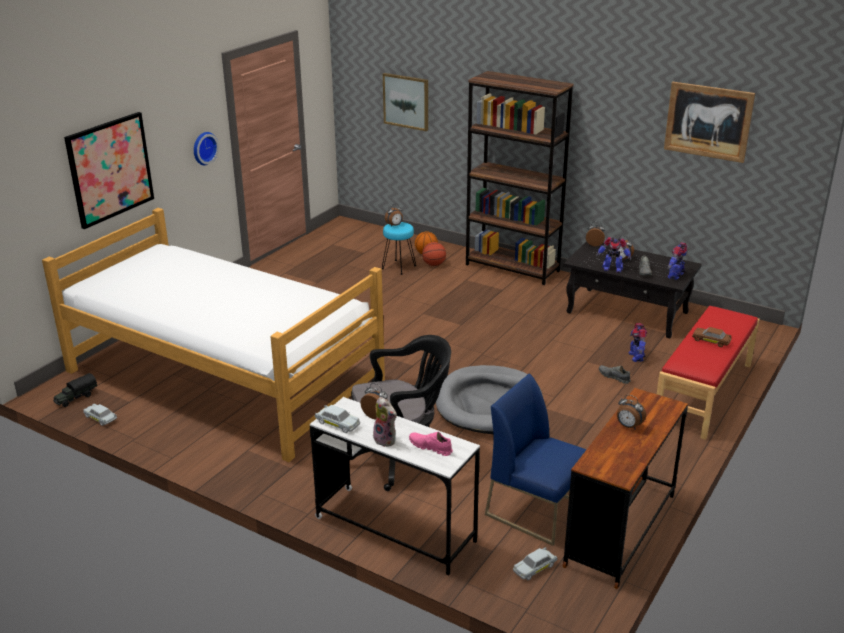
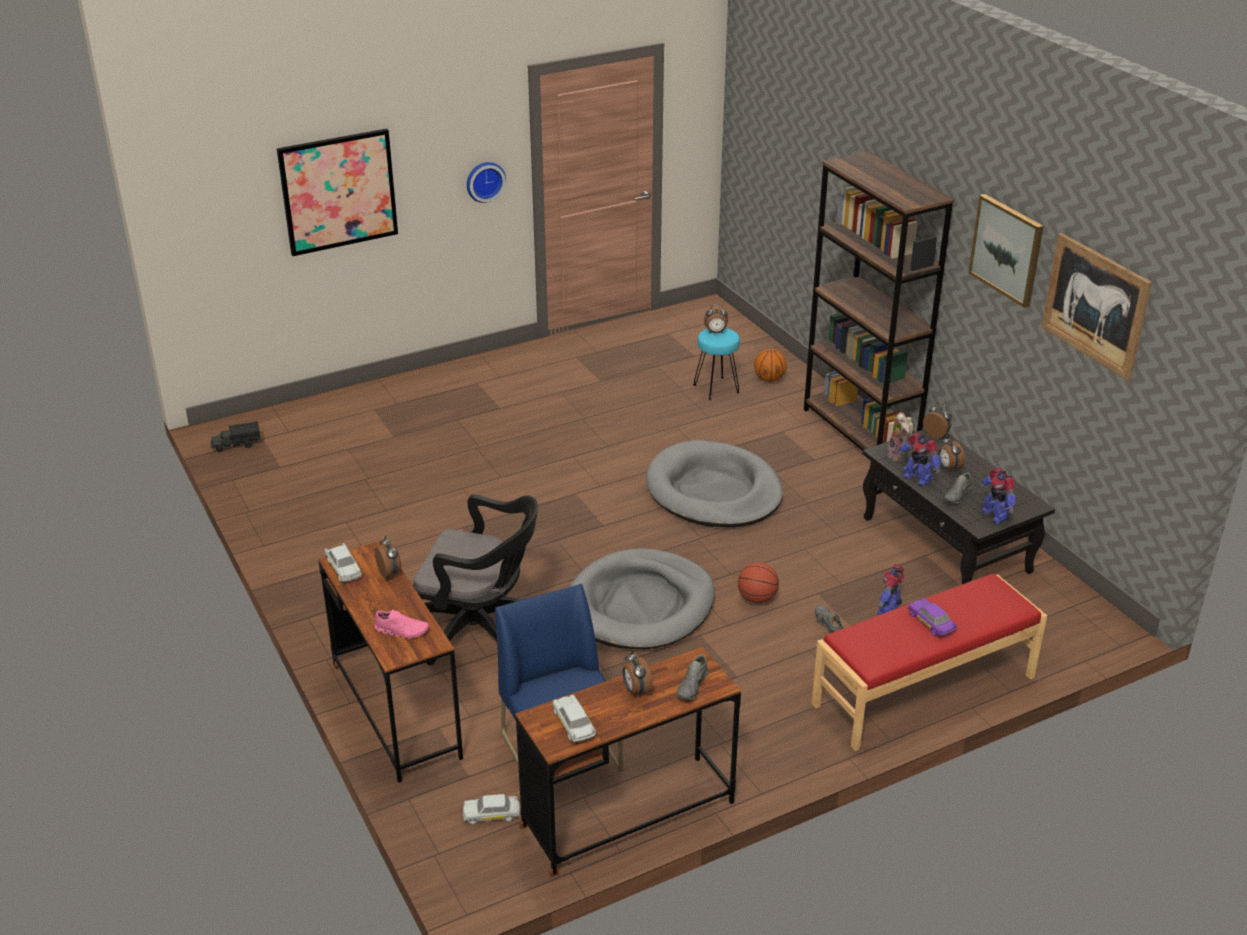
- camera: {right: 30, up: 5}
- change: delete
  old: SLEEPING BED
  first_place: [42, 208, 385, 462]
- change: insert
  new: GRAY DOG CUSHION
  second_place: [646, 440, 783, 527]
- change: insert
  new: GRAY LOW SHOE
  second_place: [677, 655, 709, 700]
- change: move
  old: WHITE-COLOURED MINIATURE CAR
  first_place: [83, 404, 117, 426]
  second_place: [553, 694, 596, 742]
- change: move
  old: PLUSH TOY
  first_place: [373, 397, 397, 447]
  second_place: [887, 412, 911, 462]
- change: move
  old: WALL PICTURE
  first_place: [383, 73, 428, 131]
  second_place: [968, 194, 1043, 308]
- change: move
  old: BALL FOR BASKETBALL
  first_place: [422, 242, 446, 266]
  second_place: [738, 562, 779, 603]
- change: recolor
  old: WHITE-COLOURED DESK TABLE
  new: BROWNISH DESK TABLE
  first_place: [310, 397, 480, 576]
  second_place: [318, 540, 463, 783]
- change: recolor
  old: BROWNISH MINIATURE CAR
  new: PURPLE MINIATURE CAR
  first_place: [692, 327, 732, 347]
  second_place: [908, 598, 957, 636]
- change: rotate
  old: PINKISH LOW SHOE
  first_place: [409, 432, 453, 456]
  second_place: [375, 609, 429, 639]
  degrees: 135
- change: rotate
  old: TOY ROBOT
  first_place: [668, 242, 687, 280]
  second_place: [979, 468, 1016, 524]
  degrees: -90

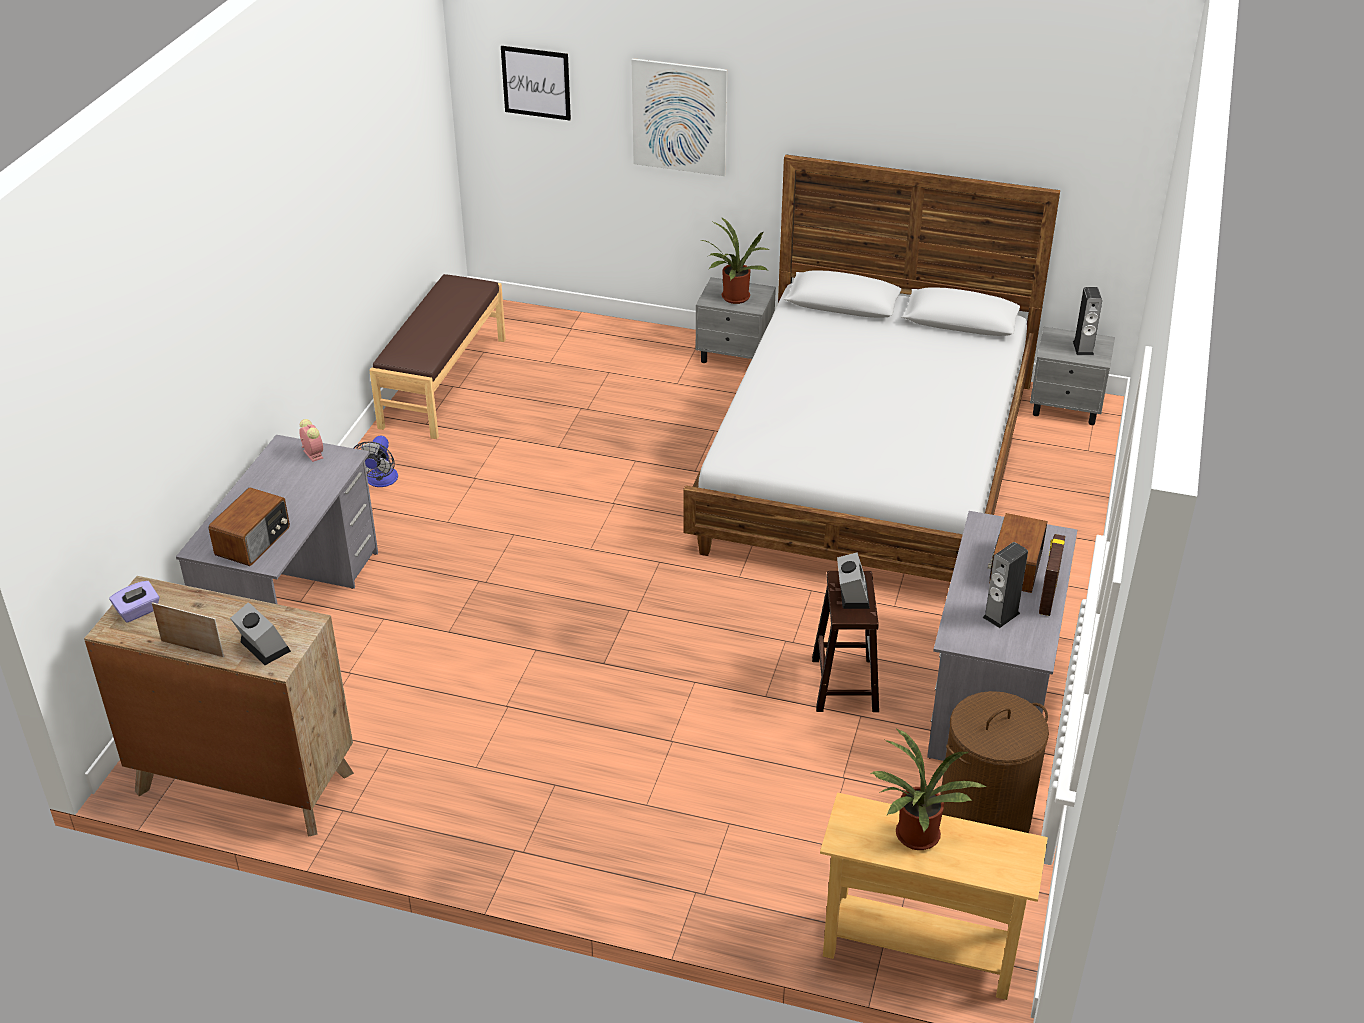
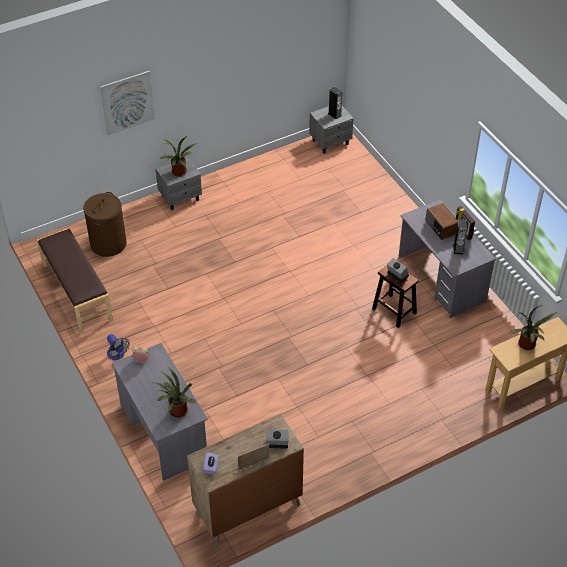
- camera: {right: -45, up: 10}
- change: delete
  old: WALL PICTURE
  first_place: [501, 46, 571, 120]
- change: delete
  old: SLEEPING BED
  first_place: [683, 154, 1060, 582]
- change: move
  old: BROWNISH HAMPER
  first_place: [940, 691, 1049, 833]
  second_place: [83, 192, 127, 257]
- change: replace
  old: RADIO SET
  new: HOUSEPLANT
  first_place: [209, 488, 290, 566]
  second_place: [153, 368, 197, 418]

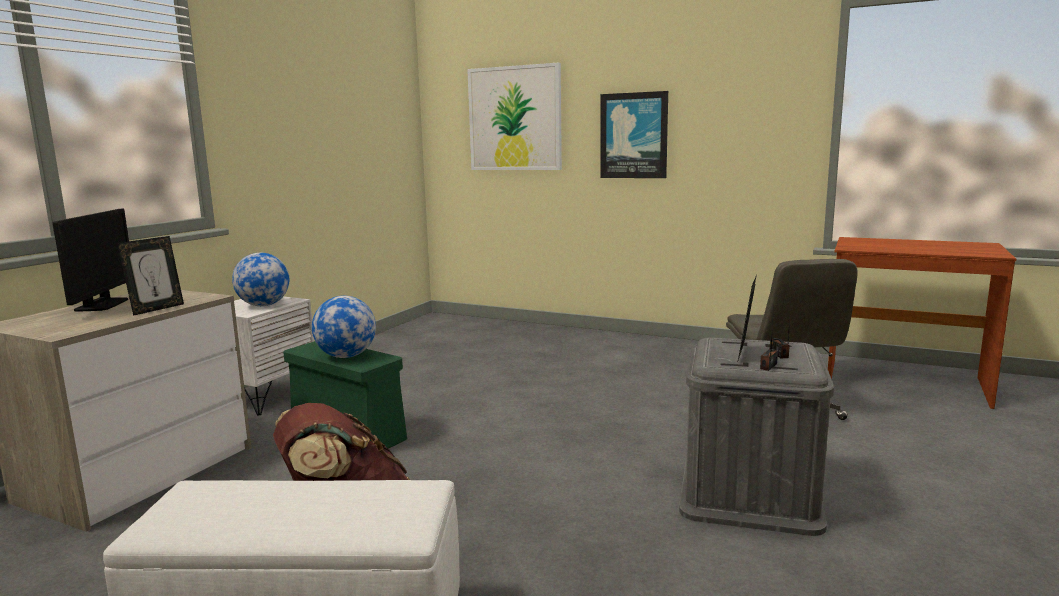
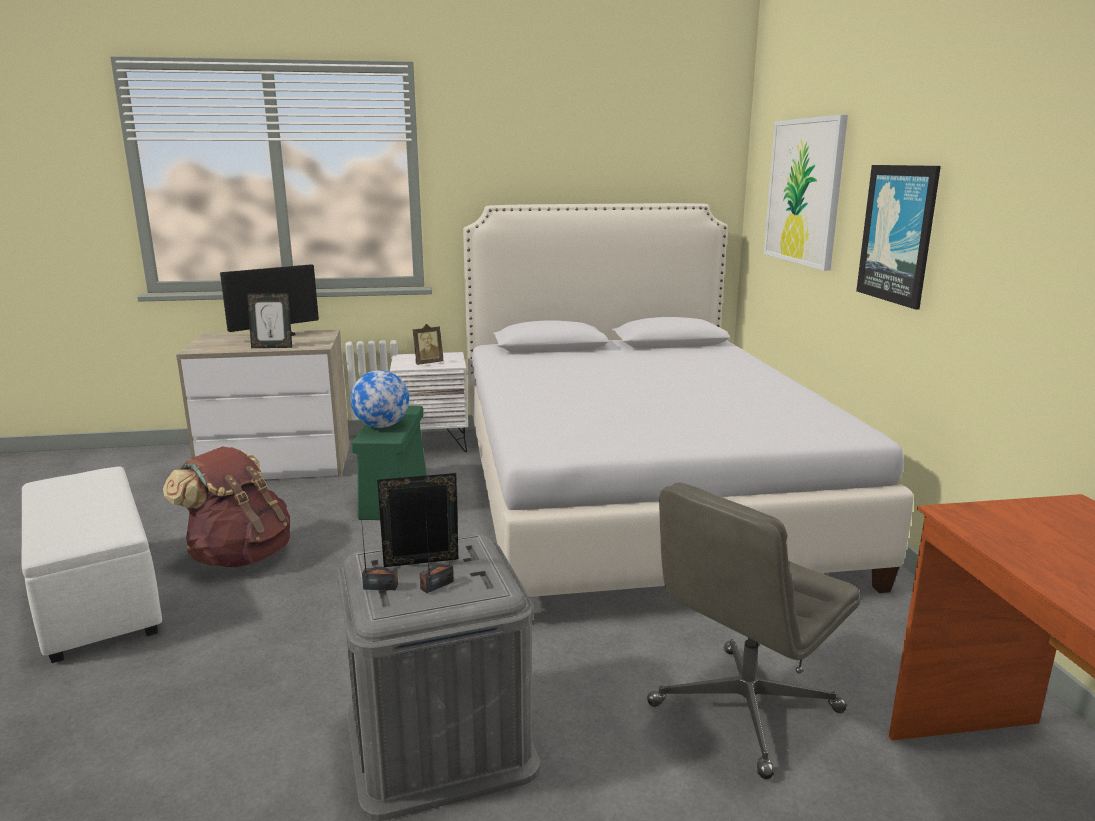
- camera: {right: 55, up: 5}
- change: insert
  new: WHITE-COLOURED SLEEPING BED
  second_place: [463, 203, 913, 598]
- change: replace
  old: WORLD GLOBE
  new: STANDING FRAME
  first_place: [232, 253, 289, 306]
  second_place: [413, 324, 444, 365]

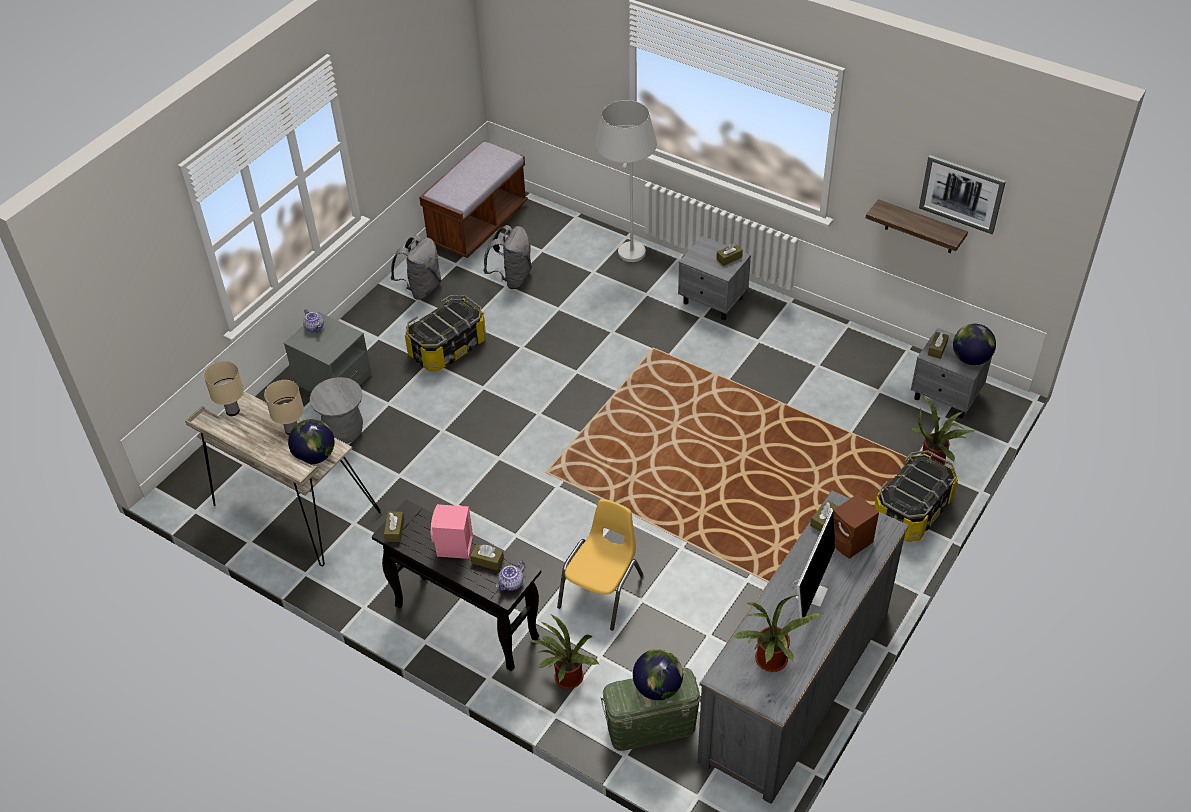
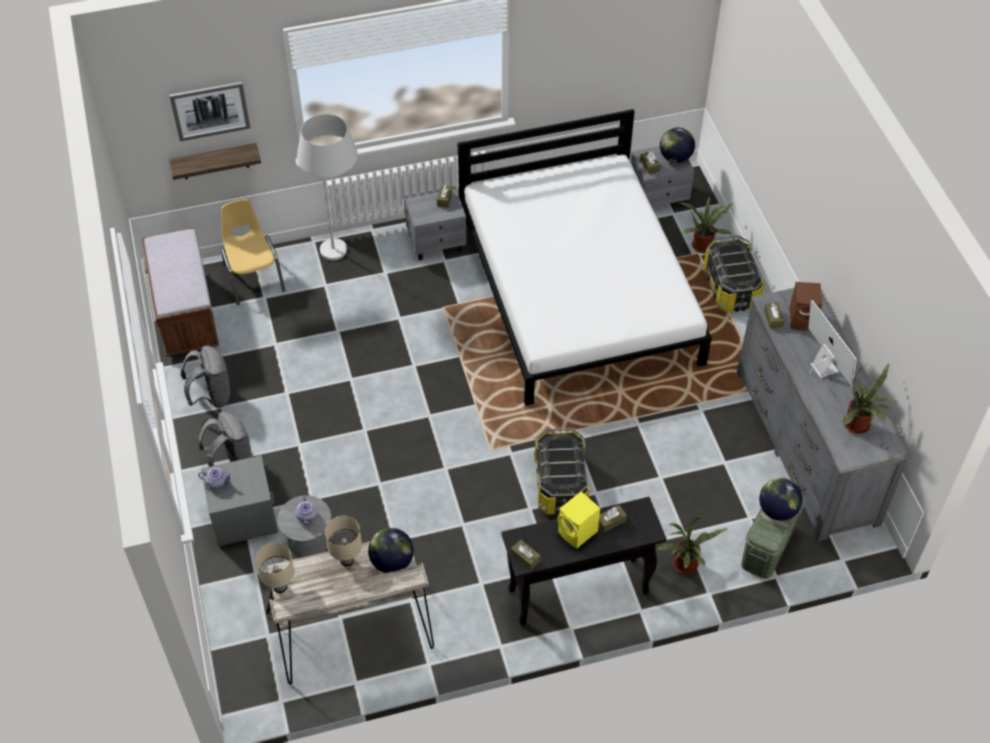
- camera: {right: -50, up: 5}
- change: insert
  new: WHITE-COLOURED SLEEPING BED
  second_place: [458, 109, 712, 405]
- change: move
  old: STORAGE BIN
  first_place: [405, 295, 486, 371]
  second_place: [535, 428, 589, 515]
- change: move
  old: GRAY BACKPACK
  first_place: [483, 225, 532, 289]
  second_place: [198, 411, 253, 467]
- change: move
  old: TEA POT
  first_place: [496, 561, 525, 591]
  second_place: [295, 495, 317, 525]
- change: move
  old: YELLOW UPRIGHT CHAIR
  first_place: [557, 499, 643, 631]
  second_place: [221, 199, 286, 305]
- change: move
  old: SHELF
  first_place: [866, 199, 968, 253]
  second_place: [169, 143, 261, 180]
- change: move
  old: WALL PICTURE
  first_place: [919, 155, 1006, 234]
  second_place: [169, 82, 250, 141]
- change: recolor
  old: PINKISH LOUDSPEAKER
  new: YELLOW LOUDSPEAKER
  first_place: [431, 504, 473, 559]
  second_place: [557, 491, 600, 548]

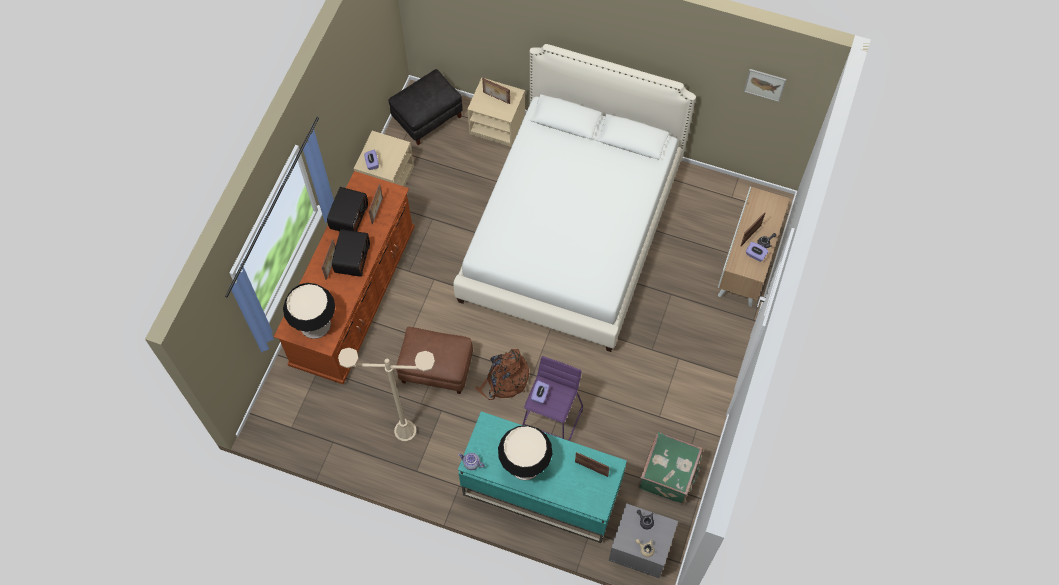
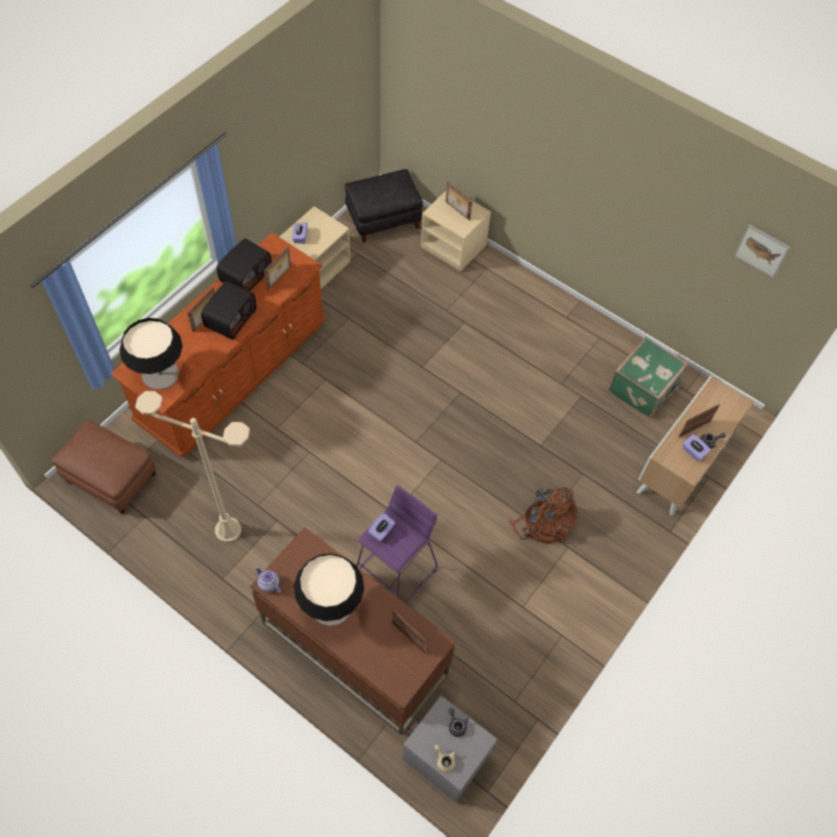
- camera: {right: 15, up: -5}
- change: delete
  old: WHITE-COLOURED SLEEPING BED
  first_place: [453, 44, 696, 352]
- change: move
  old: BROWNISH FOOTREST
  first_place: [396, 327, 473, 394]
  second_place: [52, 419, 156, 514]
- change: move
  old: BROWNISH BACKPACK
  first_place: [476, 349, 529, 400]
  second_place: [508, 487, 578, 544]
- change: move
  old: GREEN-COLOURED PIECE OF LUGGAGE
  first_place: [638, 432, 703, 504]
  second_place: [609, 337, 688, 418]
- change: recolor
  old: TURQUOISE-COLOURED DESK TABLE
  new: BROWNISH DESK TABLE
  first_place: [458, 411, 627, 543]
  second_place: [250, 527, 456, 735]

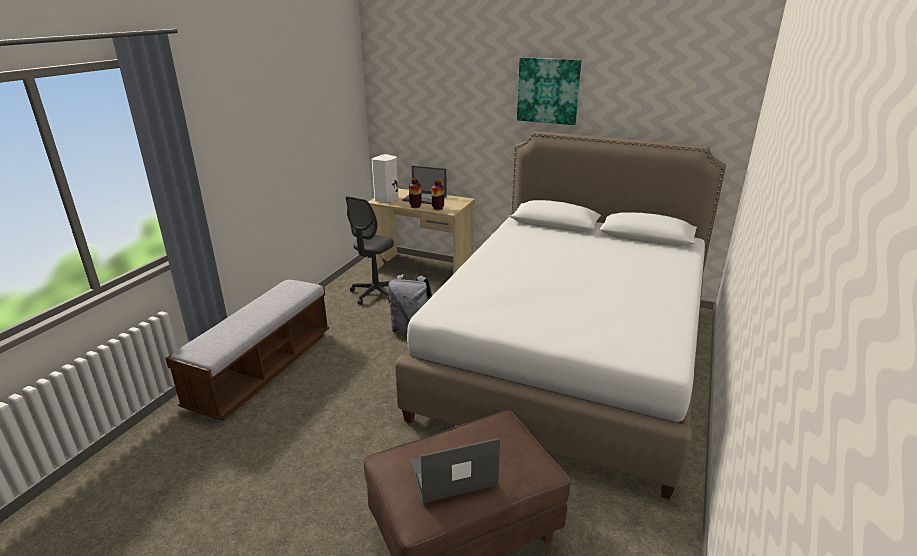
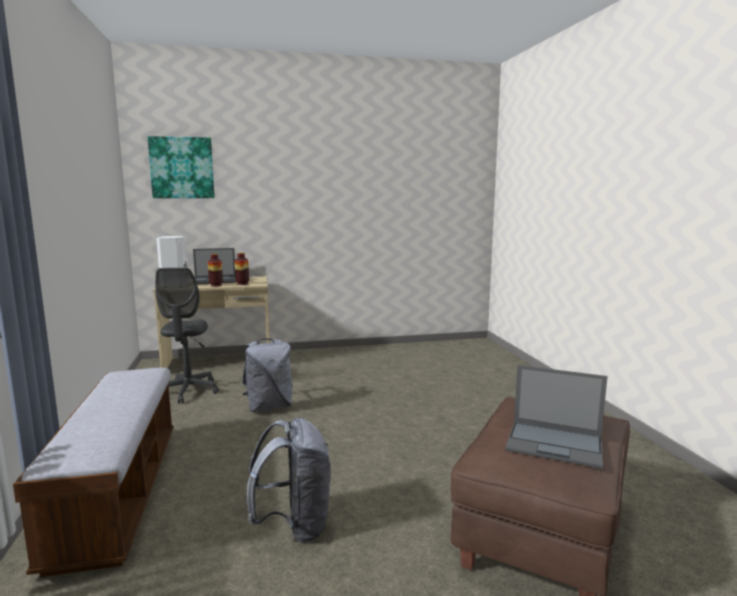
- camera: {right: -35, up: -15}
- change: delete
  old: WHITE-COLOURED SLEEPING BED
  first_place: [395, 131, 726, 500]
- change: insert
  new: GRAY BACKPACK
  second_place: [247, 417, 331, 543]
- change: move
  old: WALL PICTURE
  first_place: [517, 57, 582, 125]
  second_place: [147, 136, 215, 198]
- change: rotate
  old: PORTABLE COMPUTER
  first_place: [410, 438, 500, 503]
  second_place: [505, 365, 607, 469]
  degrees: -105

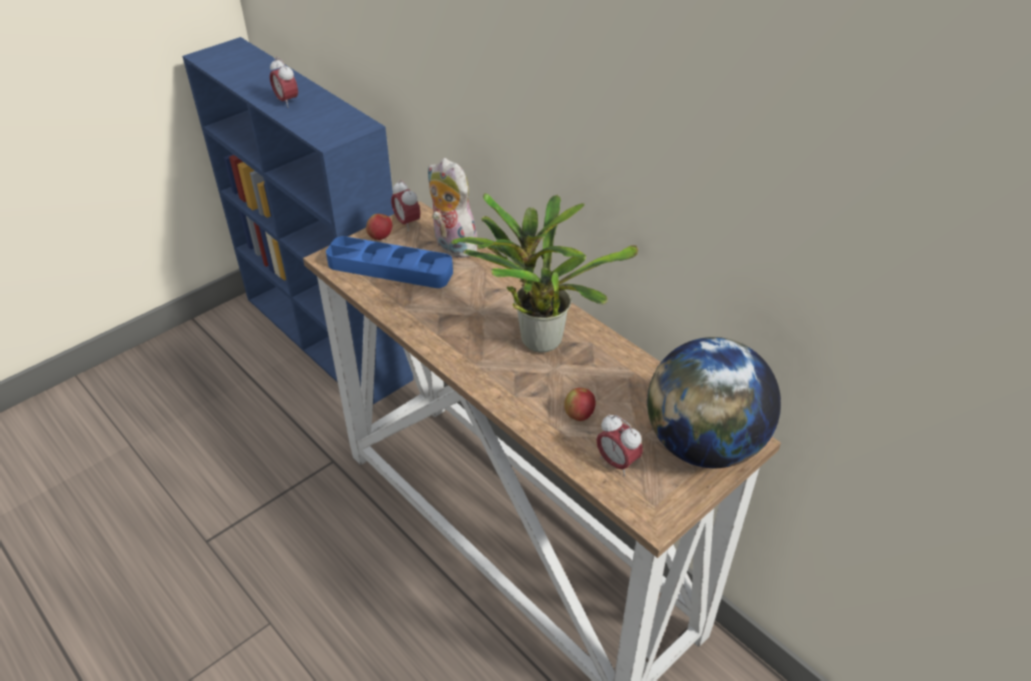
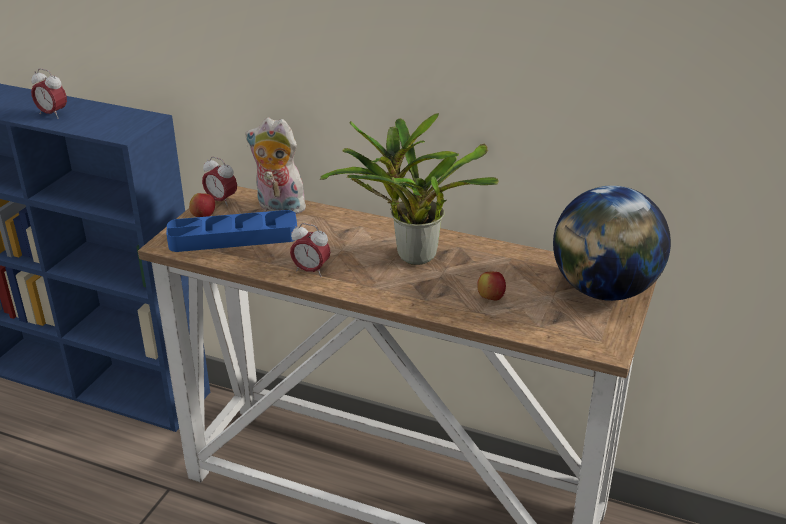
- camera: {right: -25, up: -10}
- change: move
  old: TABLE CLOCK
  first_place: [596, 414, 643, 476]
  second_place: [290, 223, 331, 277]

